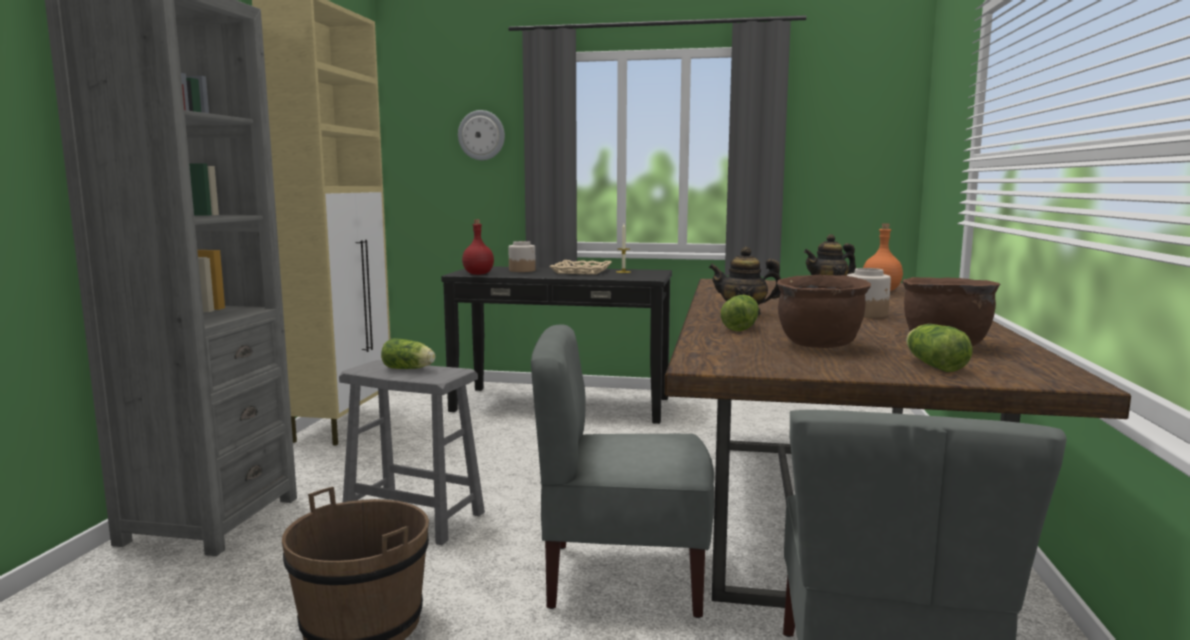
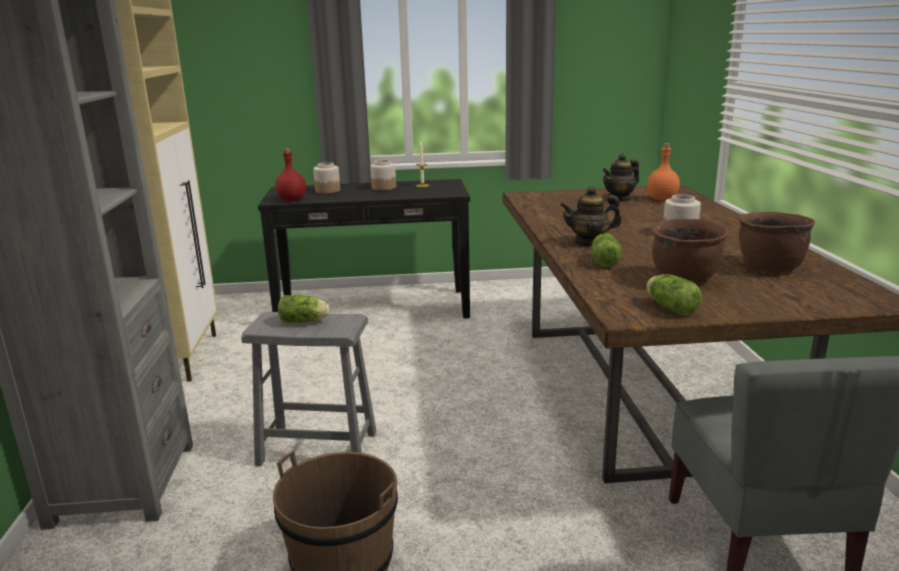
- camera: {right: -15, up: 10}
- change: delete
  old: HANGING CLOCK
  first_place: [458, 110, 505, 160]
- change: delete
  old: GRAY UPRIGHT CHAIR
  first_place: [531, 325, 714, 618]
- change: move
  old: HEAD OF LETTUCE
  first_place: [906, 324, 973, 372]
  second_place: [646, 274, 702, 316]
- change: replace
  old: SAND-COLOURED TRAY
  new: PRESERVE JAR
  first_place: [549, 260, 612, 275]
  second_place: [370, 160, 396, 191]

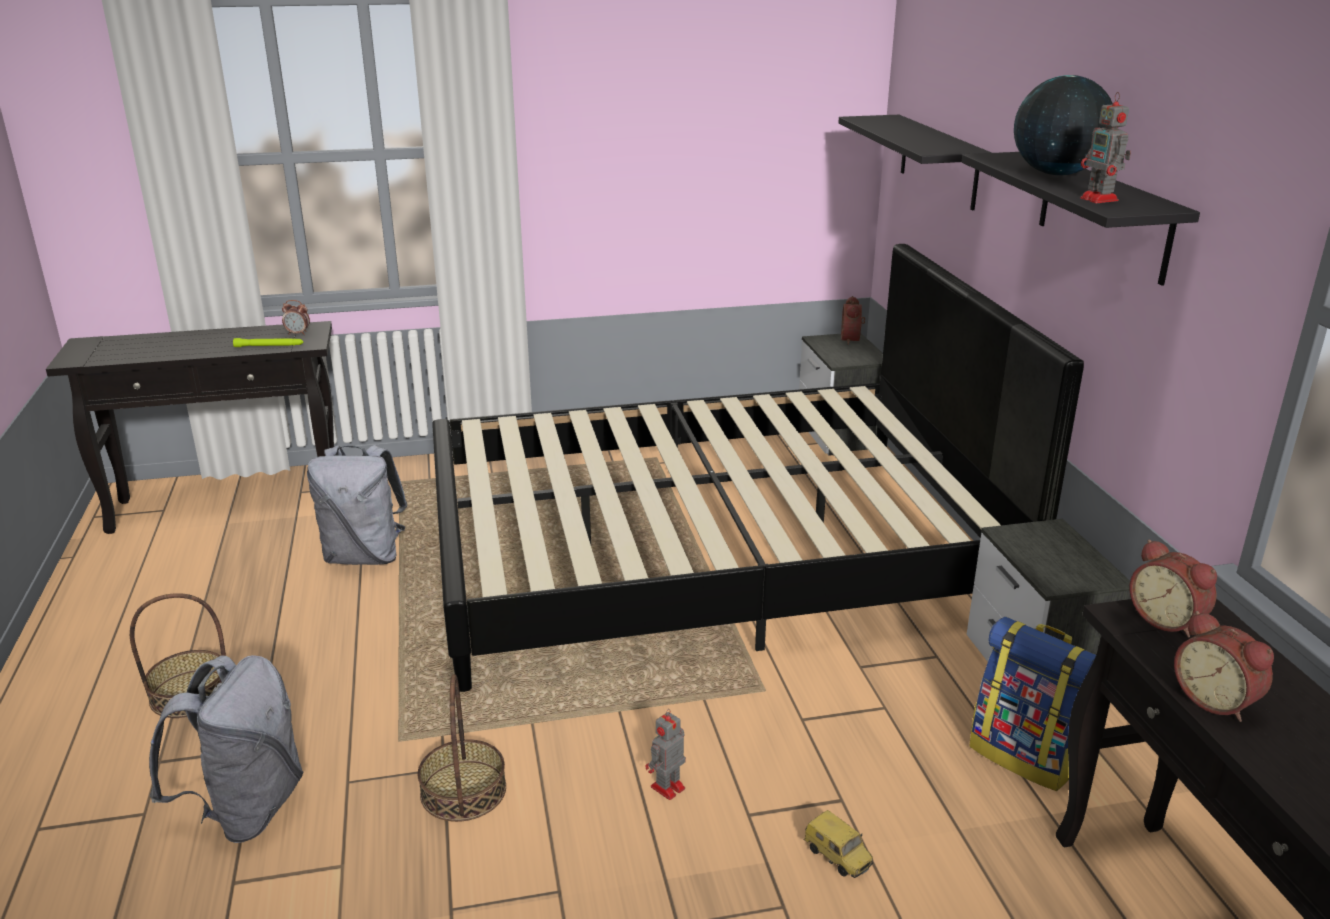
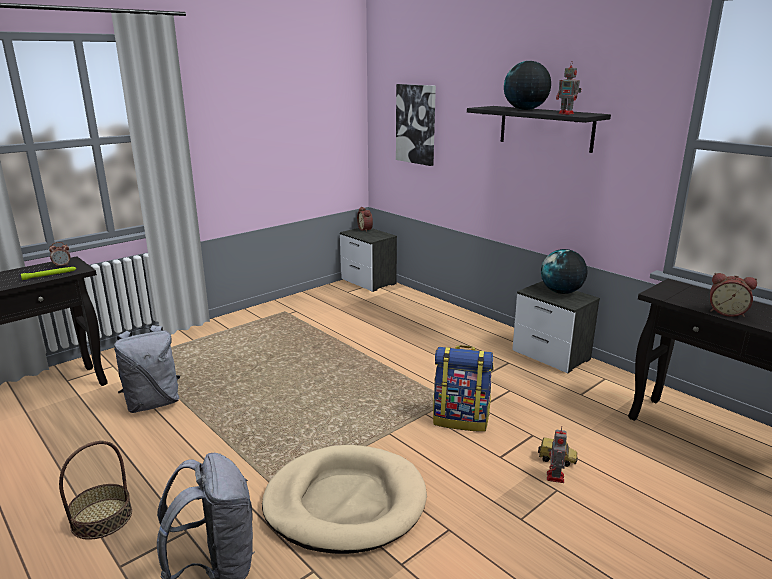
- camera: {right: -30, up: -5}
- change: delete
  old: BLACKISH SLEEPING BED
  first_place: [432, 244, 1084, 692]
- change: delete
  old: TABLE CLOCK
  first_place: [1129, 539, 1217, 637]
- change: insert
  new: WORLD GLOBE
  second_place: [541, 249, 587, 294]
- change: move
  old: TOY ROBOT
  first_place: [646, 709, 686, 800]
  second_place: [547, 427, 567, 483]
- change: move
  old: BACKPACK
  first_place: [969, 617, 1096, 791]
  second_place: [433, 345, 494, 432]
- change: replace
  old: STORAGE BASKET
  new: SAND-COLOURED DOG CUSHION
  first_place: [417, 674, 506, 822]
  second_place: [262, 445, 427, 554]
- change: replace
  old: BLACKISH SHELF
  new: WALL PICTURE
  first_place: [838, 115, 992, 210]
  second_place: [396, 84, 436, 166]

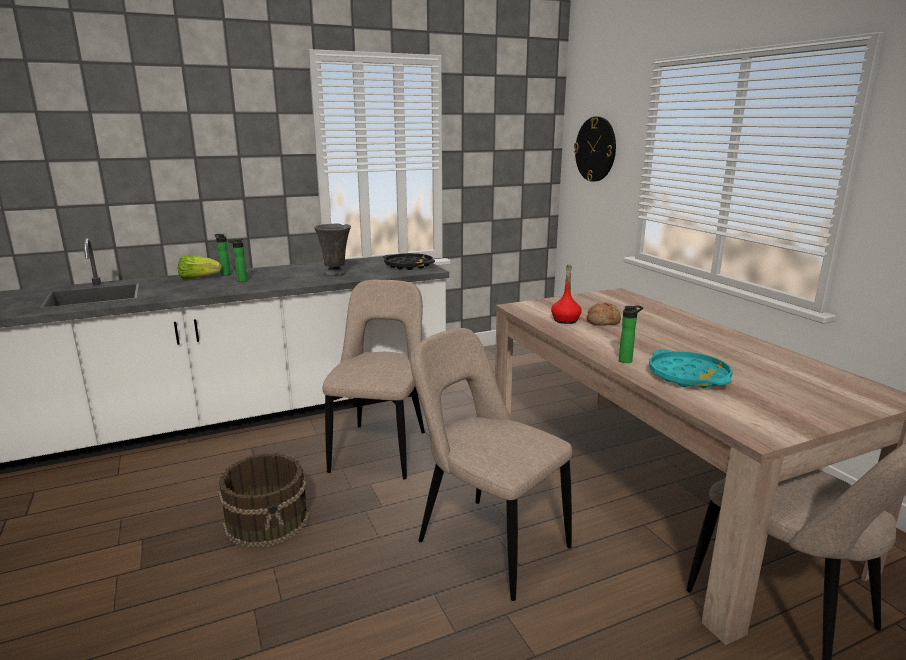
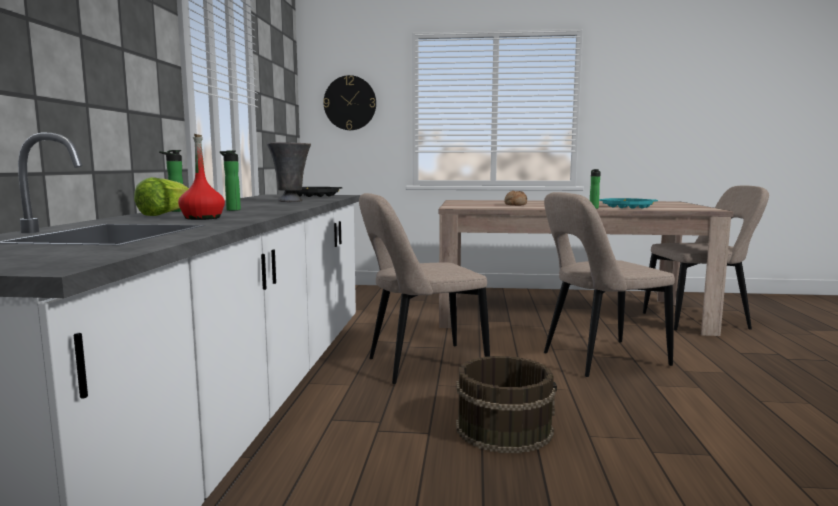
- camera: {right: -60, up: -10}
- change: move
  old: RED DRINK BOTTLE
  first_place: [551, 264, 582, 324]
  second_place: [178, 134, 225, 220]
- change: rotate
  old: SAND-COLOURED UPRIGHT CHAIR
  first_place: [322, 280, 425, 480]
  second_place: [359, 193, 490, 384]
  degrees: -60

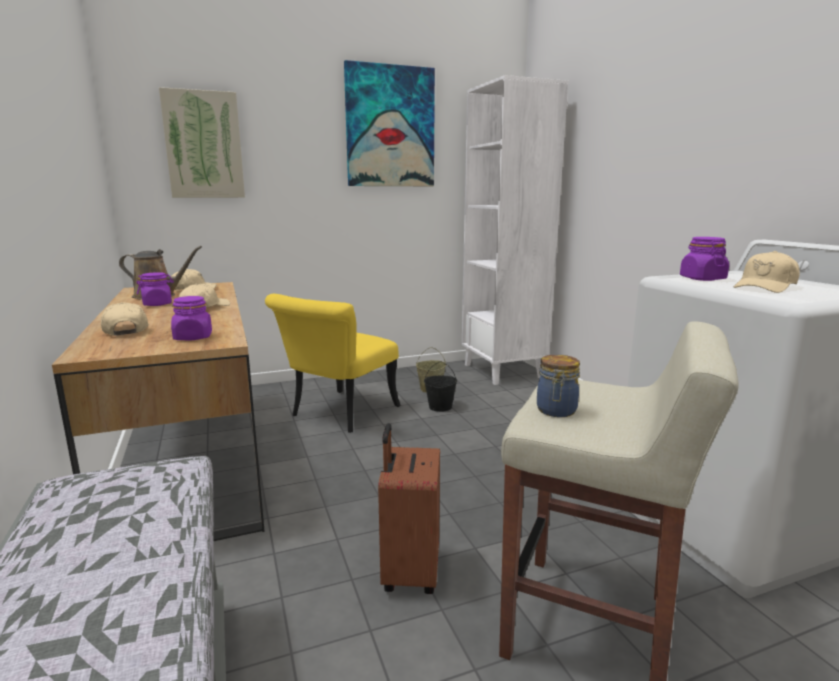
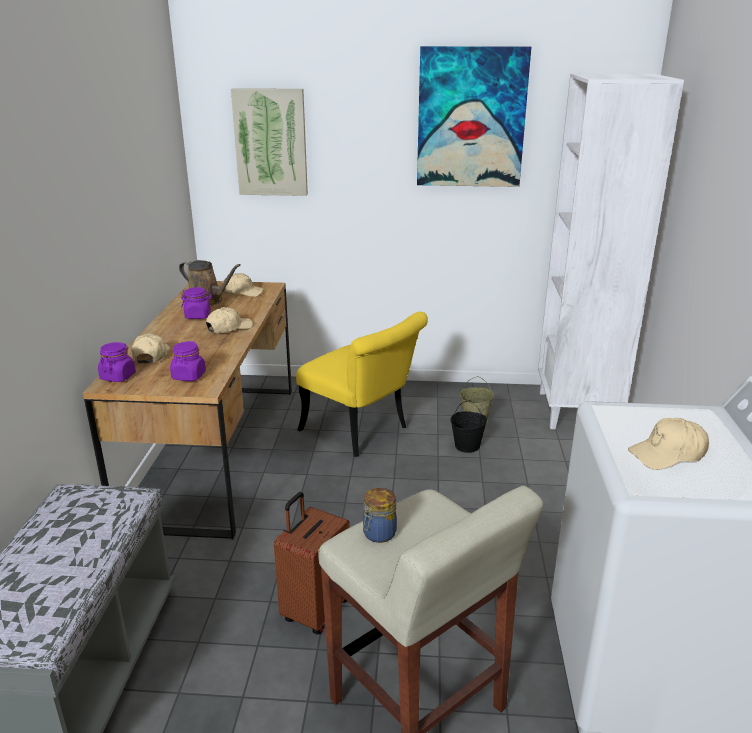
- camera: {right: 25, up: 10}
- change: move
  old: PURPLE PRESERVE JAR
  first_place: [680, 237, 729, 281]
  second_place: [98, 342, 136, 382]
- change: rotate
  old: YELLOW UPRIGHT CHAIR
  first_place: [265, 294, 401, 433]
  second_place: [296, 312, 428, 457]
  degrees: -105

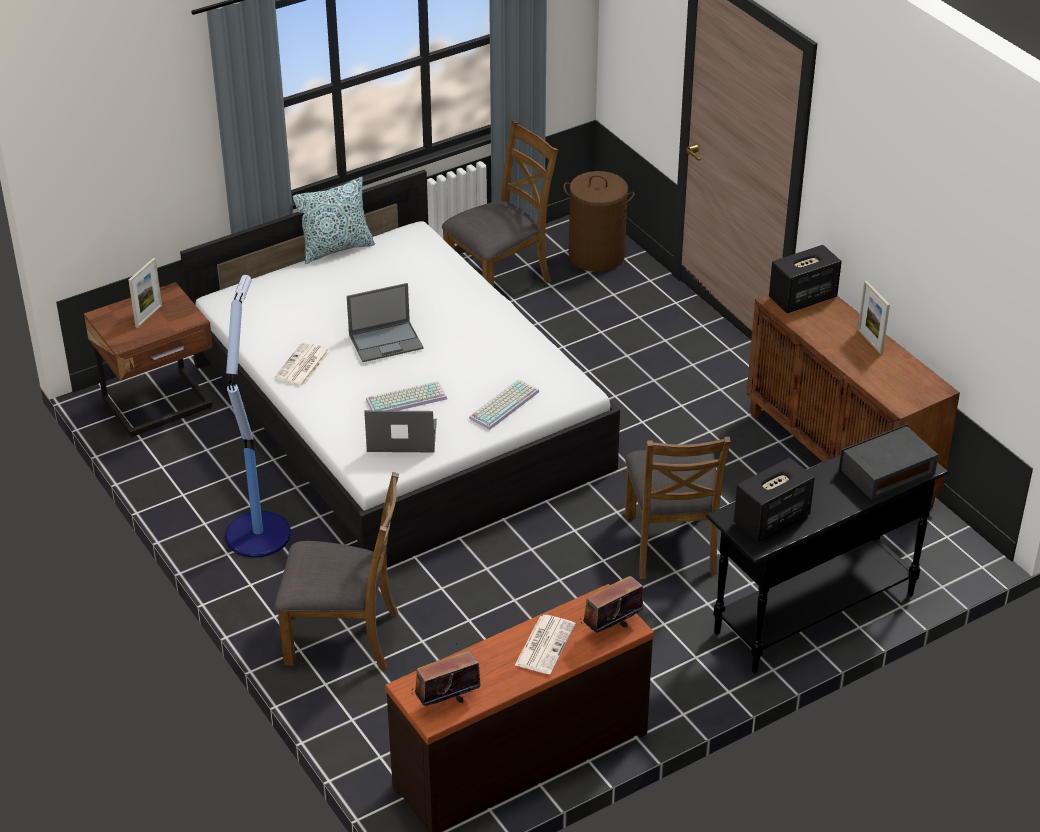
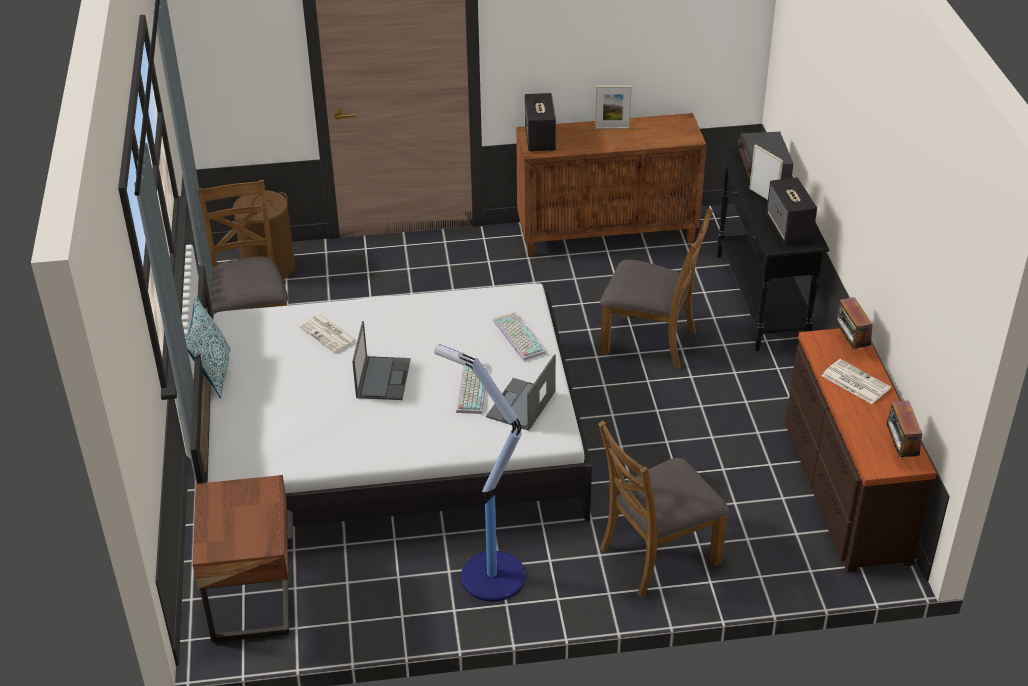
- camera: {right: -65, up: 0}
- change: move
  old: STANDING FRAME
  first_place: [128, 258, 162, 328]
  second_place: [749, 145, 783, 200]
- change: move
  old: NEWSPAPER
  first_place: [275, 342, 331, 386]
  second_place: [299, 315, 357, 353]
- change: rotate
  old: BROWNISH UPRIGHT CHAIR
  first_place: [275, 472, 399, 670]
  second_place: [598, 420, 729, 597]
  degrees: -150

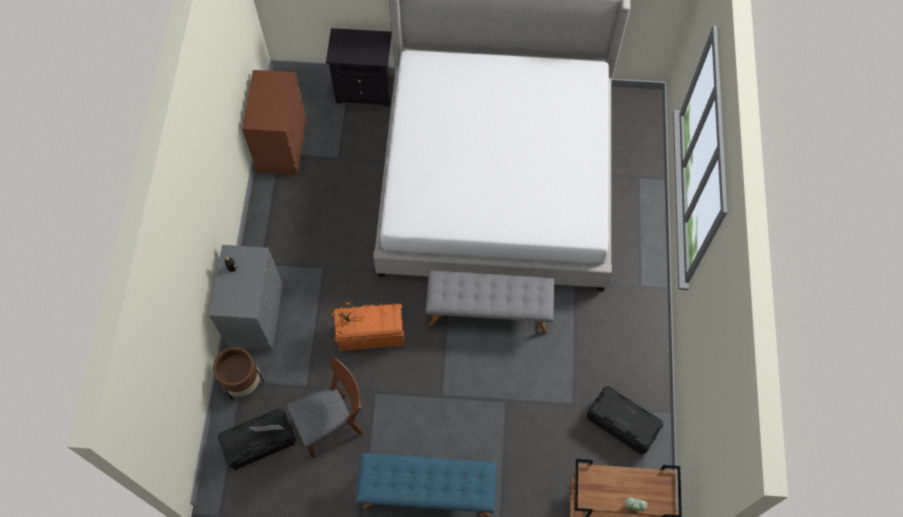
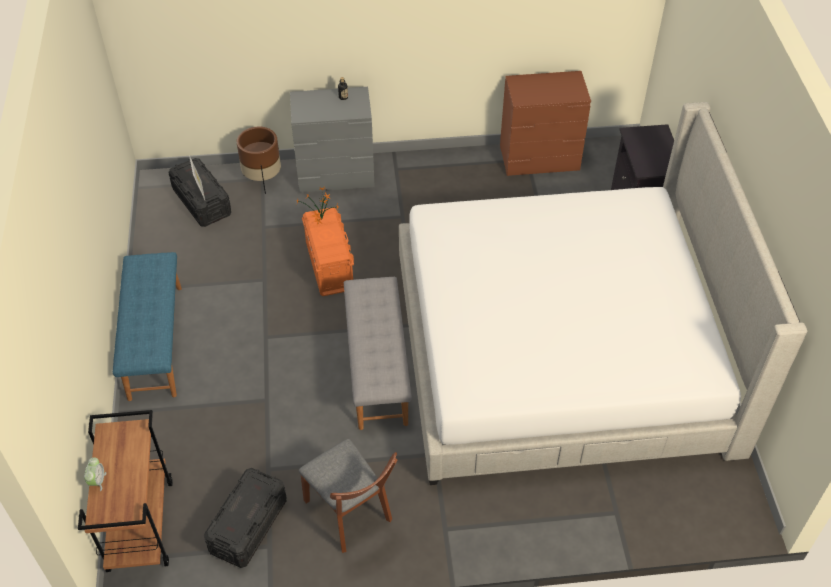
- camera: {right: 80, up: -15}
- change: move
  old: BROWNISH UPRIGHT CHAIR
  first_place: [287, 358, 363, 458]
  second_place: [299, 439, 397, 553]

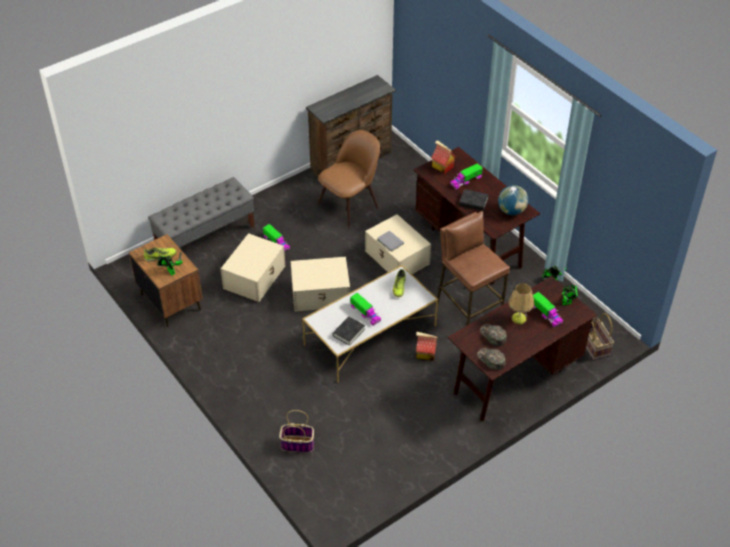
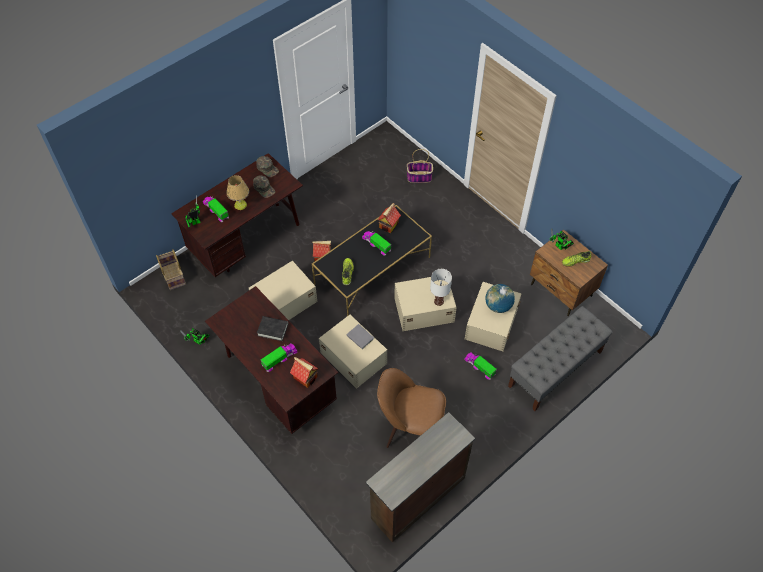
- camera: {right: 175, up: 10}
- change: insert
  new: WHITE-COLOURED TABLETOP LAMP
  second_place: [430, 269, 452, 306]
- change: move
  old: WORLD GLOBE
  first_place: [498, 185, 528, 215]
  second_place: [485, 284, 515, 313]
- change: replace
  old: BLACKISH VOLUME
  new: MODEL HOUSE
  first_place: [333, 317, 365, 346]
  second_place: [377, 203, 401, 233]
- change: replace
  old: BROWNISH SITTING STOOL
  new: SAND-COLOURED STORAGE BIN
  first_place: [437, 211, 510, 325]
  second_place: [249, 261, 317, 320]
- change: recolor
  old: WHITE-COLOURED COFFEE TABLE
  new: BLACKISH COFFEE TABLE
  first_place: [302, 265, 438, 382]
  second_place: [312, 205, 432, 316]
- change: rotate
  old: BROWNISH UPRIGHT CHAIR
  first_place: [318, 130, 380, 227]
  second_place: [377, 368, 446, 448]
  degrees: 60

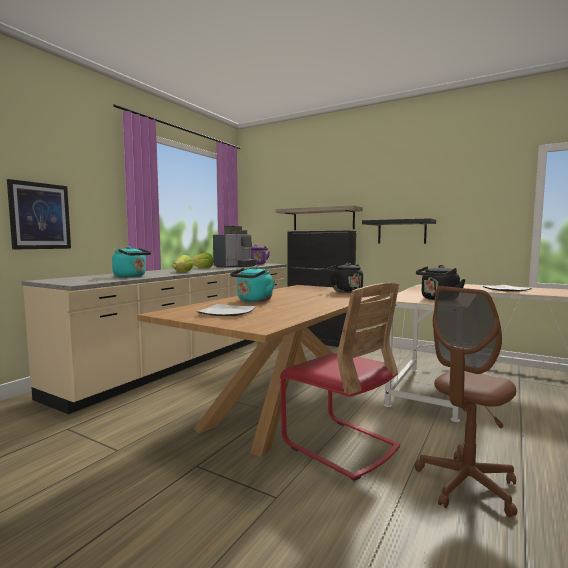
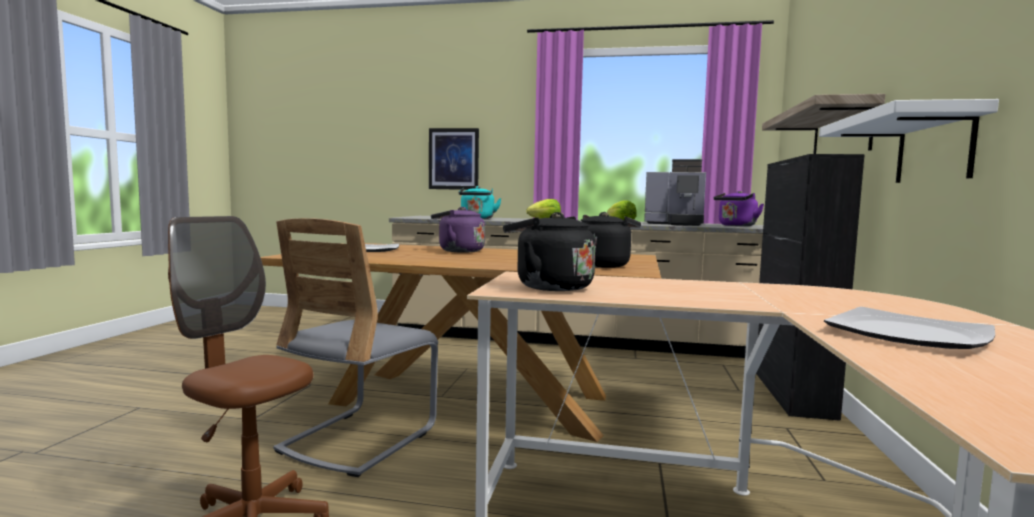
- camera: {right: 70, up: 0}
- change: recolor
  old: TURQUOISE-COLOURED WATER KETTLE
  new: PURPLE WATER KETTLE
  first_place: [230, 266, 275, 302]
  second_place: [431, 207, 485, 253]
- change: recolor
  old: RED UPRIGHT CHAIR
  new: GRAY UPRIGHT CHAIR
  first_place: [280, 283, 400, 481]
  second_place: [273, 218, 438, 477]
- change: recolor
  old: BLACKISH SHELF
  new: WHITE-COLOURED SHELF
  first_place: [362, 218, 436, 244]
  second_place: [819, 99, 999, 183]

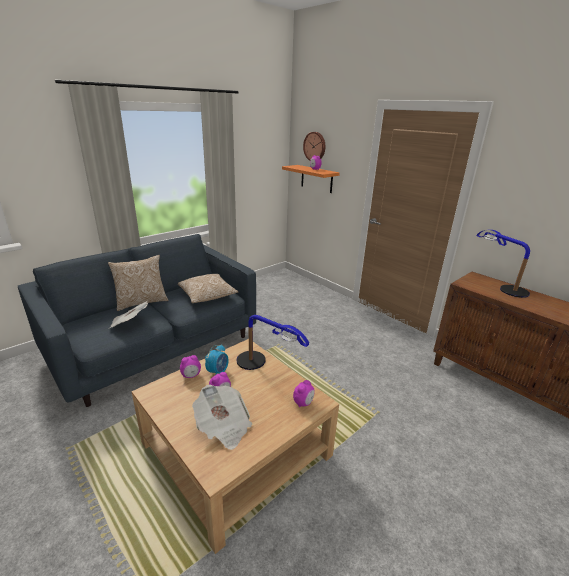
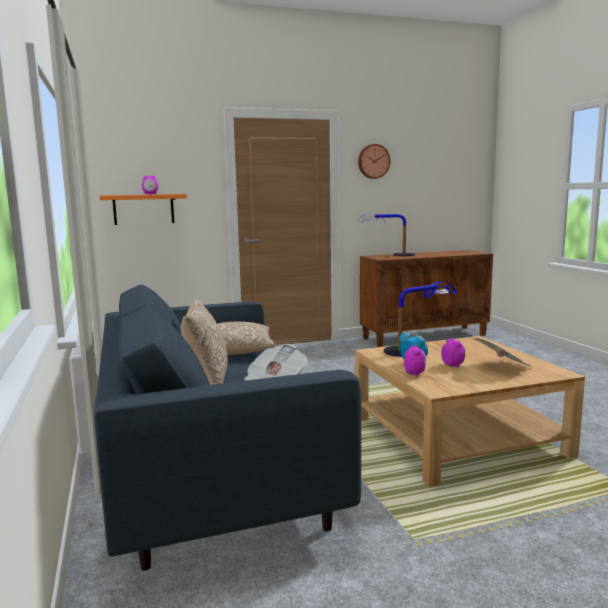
- camera: {right: -65, up: -15}
- change: delete
  old: TABLE CLOCK
  first_place: [293, 380, 315, 407]
- change: move
  old: HANGING CLOCK
  first_place: [303, 132, 325, 161]
  second_place: [358, 144, 390, 179]

